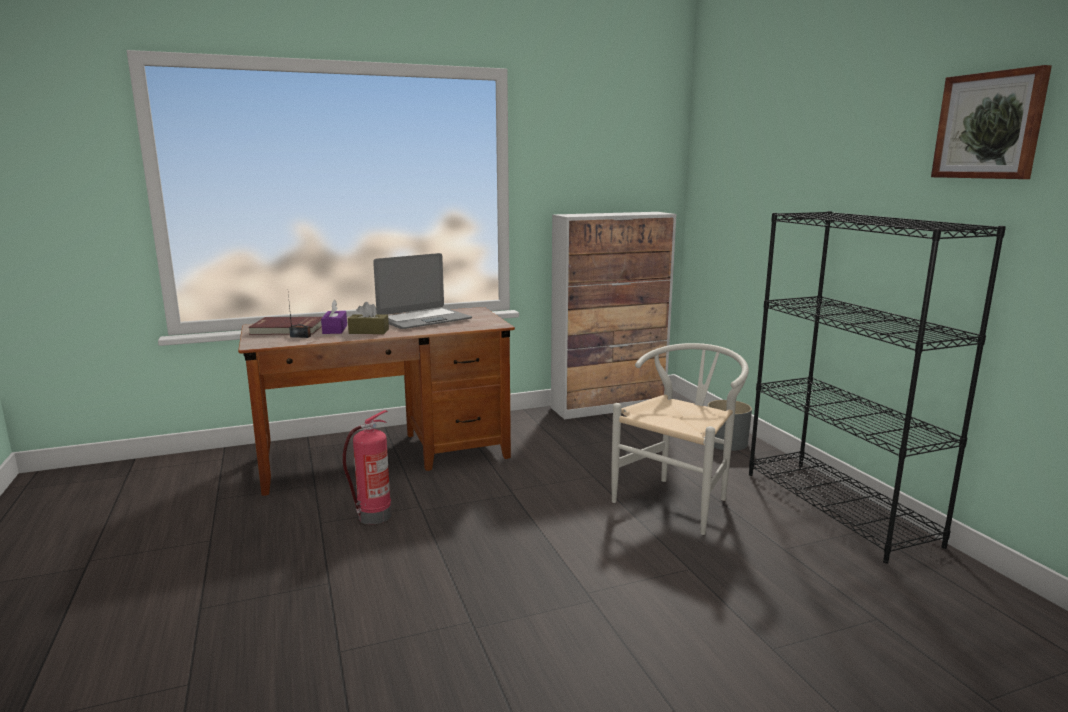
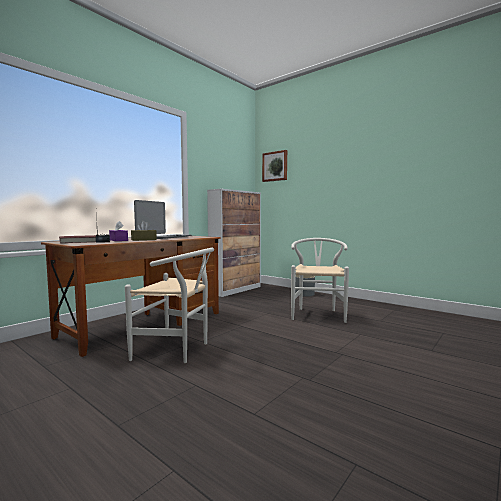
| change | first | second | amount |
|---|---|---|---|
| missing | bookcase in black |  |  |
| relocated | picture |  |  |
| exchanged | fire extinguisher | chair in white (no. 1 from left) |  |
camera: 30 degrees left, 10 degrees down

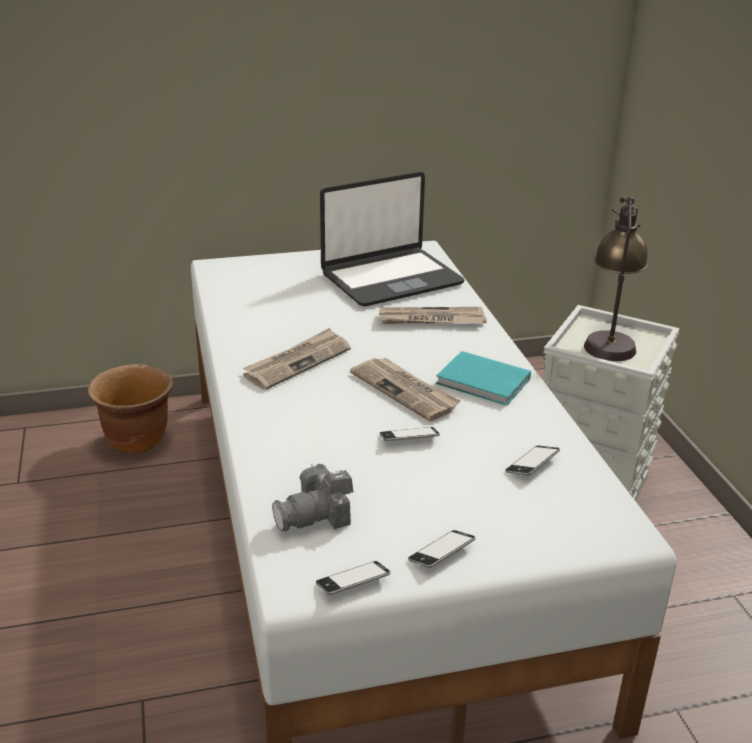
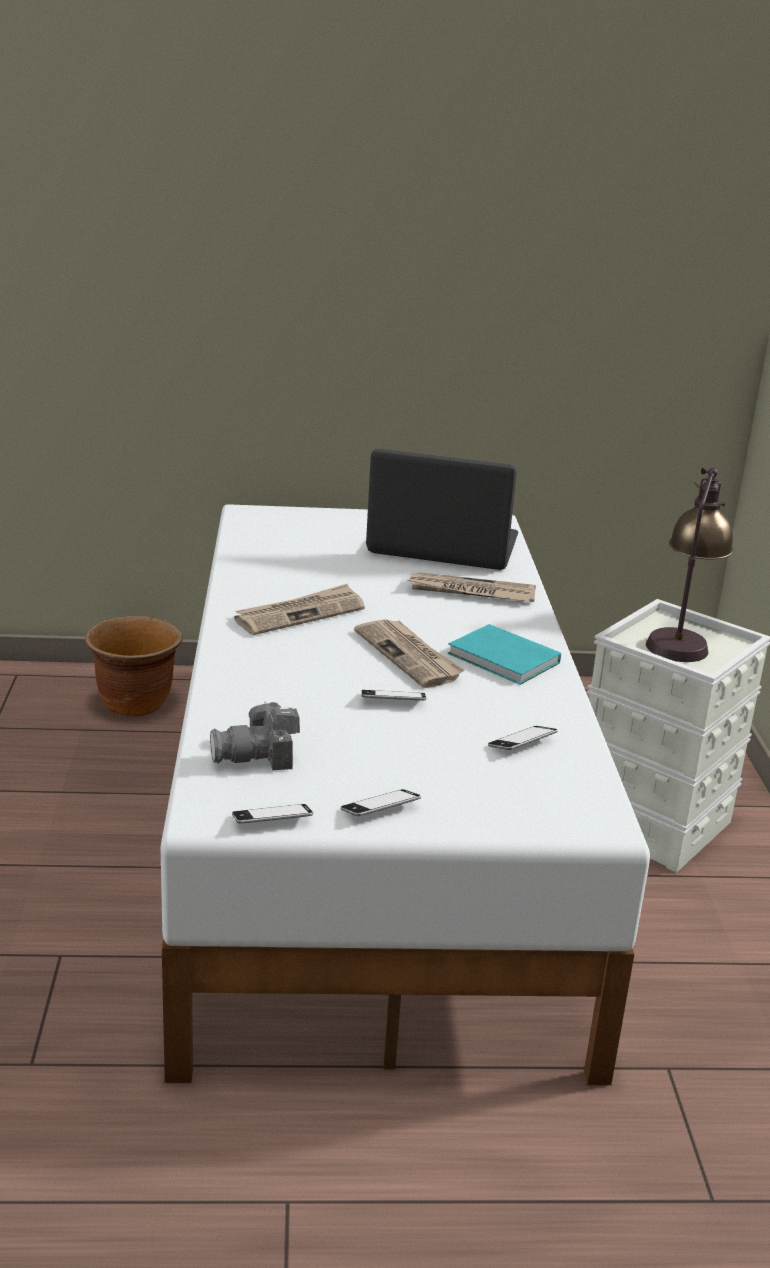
| change | first | second | amount |
|---|---|---|---|
| spun | laptop |  | 150 degrees counterclockwise |
camera: 10 degrees right, 5 degrees down

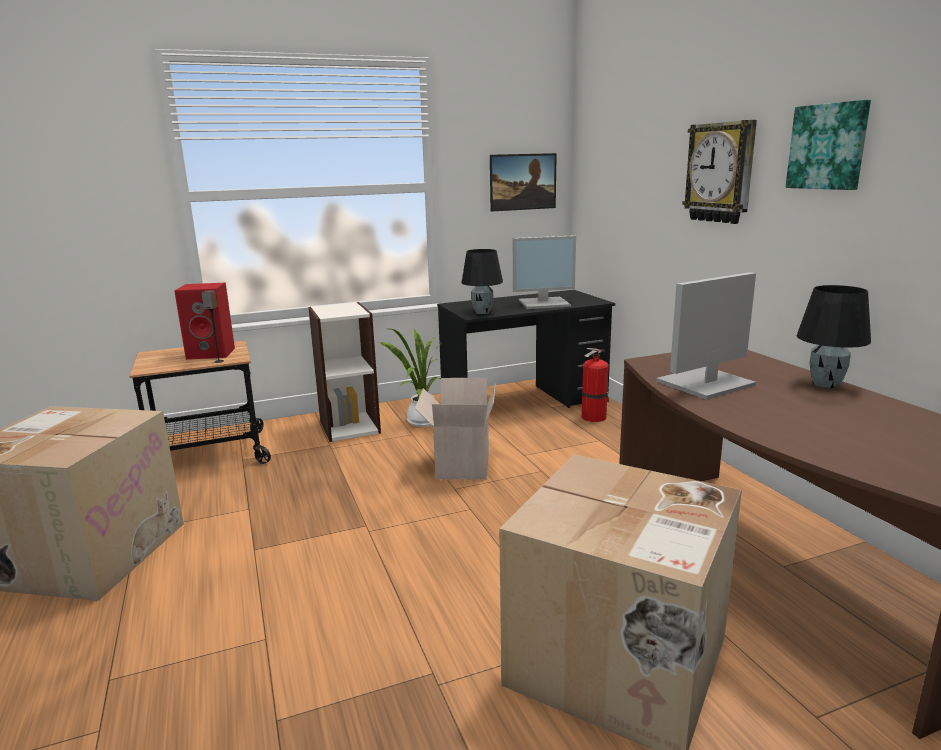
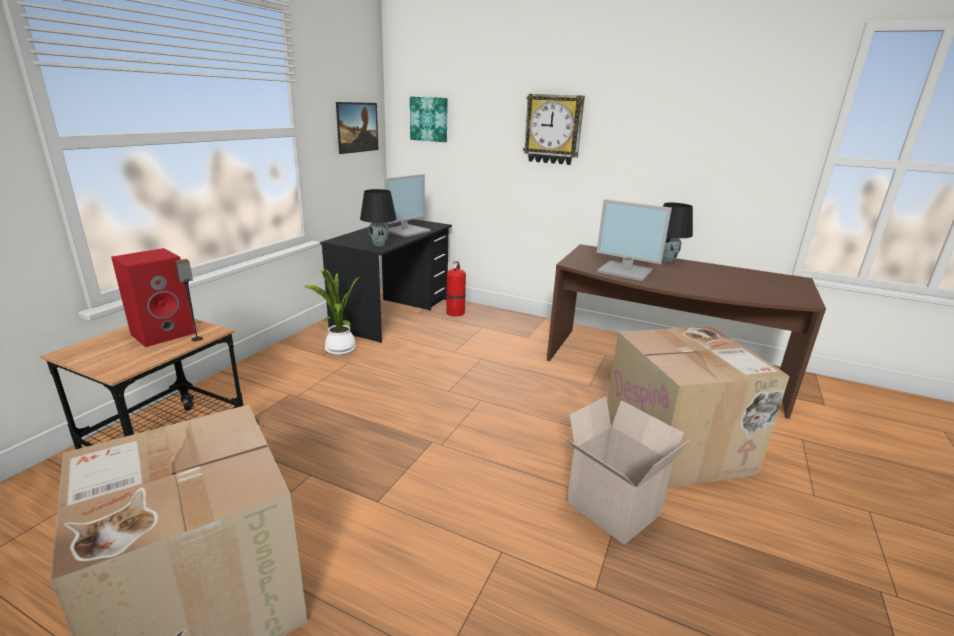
| change | first | second | amount |
|---|---|---|---|
| missing | bookcase |  |  |
| relocated | cardboard box (no. 2 from left) |  |  |
| relocated | picture (no. 2 from left) |  |  |
| spun | monitor (no. 2 from left) |  | 75 degrees counterclockwise |
camera: 45 degrees left, 5 degrees up

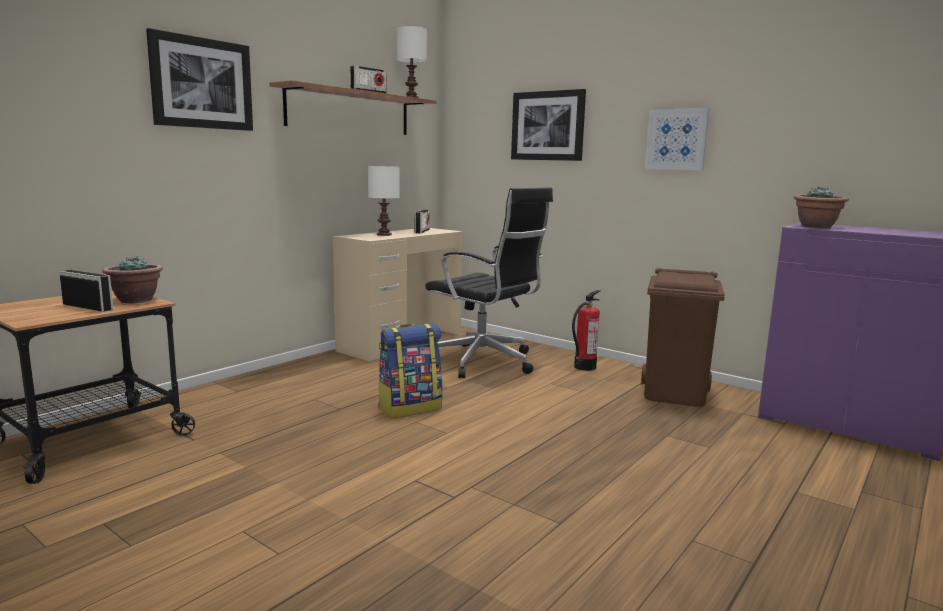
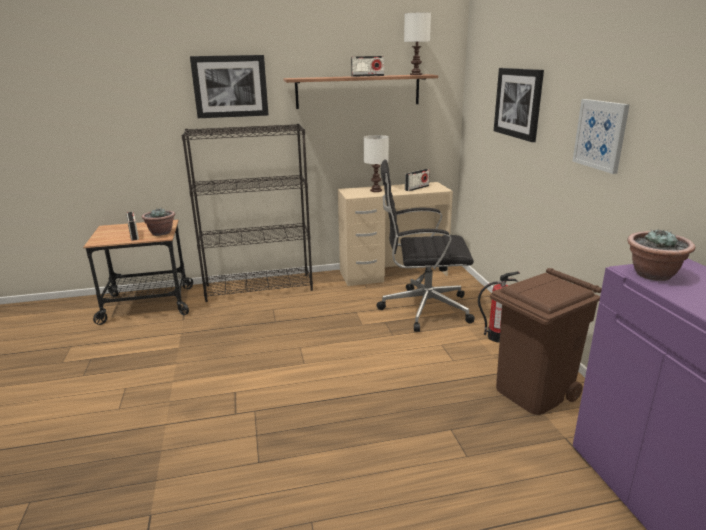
| change | first | second | amount |
|---|---|---|---|
| missing | backpack |  |  |
| appeared |  | bookcase in black |  |
| spun | office chair in black |  | 105 degrees clockwise |
camera: 40 degrees right, 10 degrees up

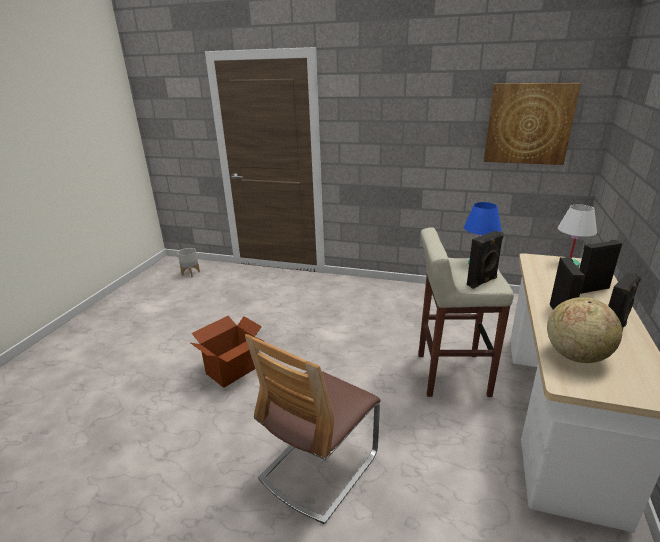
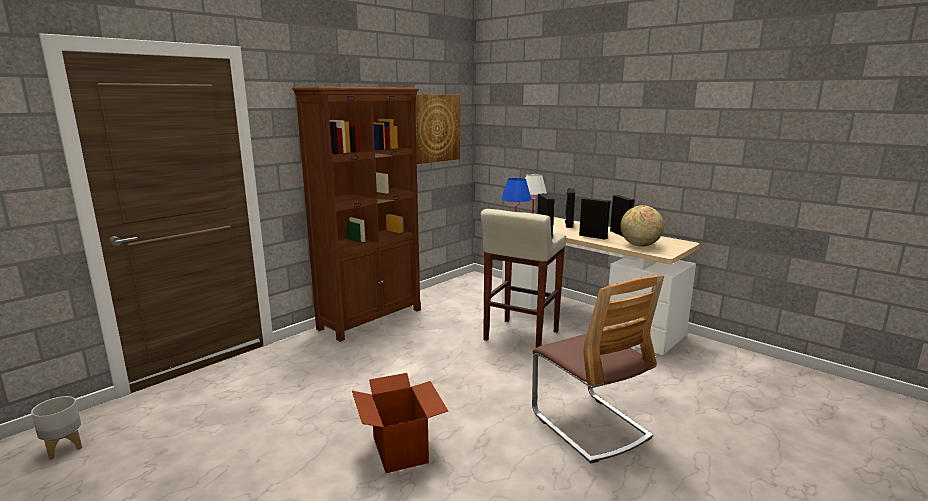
| change | first | second | amount |
|---|---|---|---|
| appeared |  | bookcase in brown |  |
camera: 65 degrees left, 10 degrees down

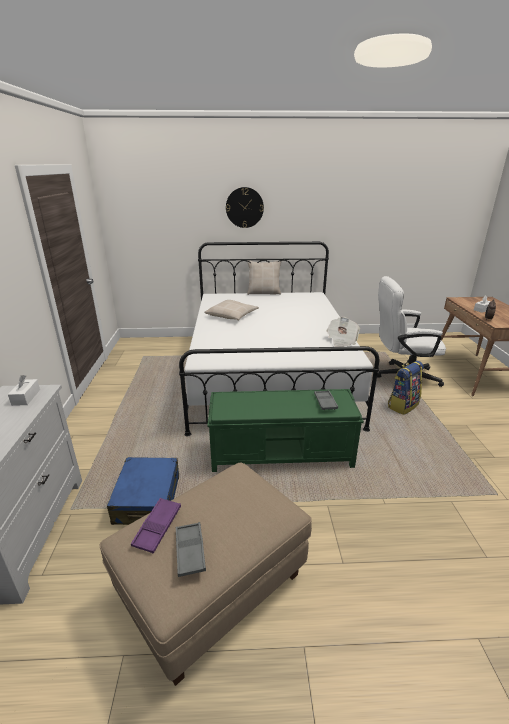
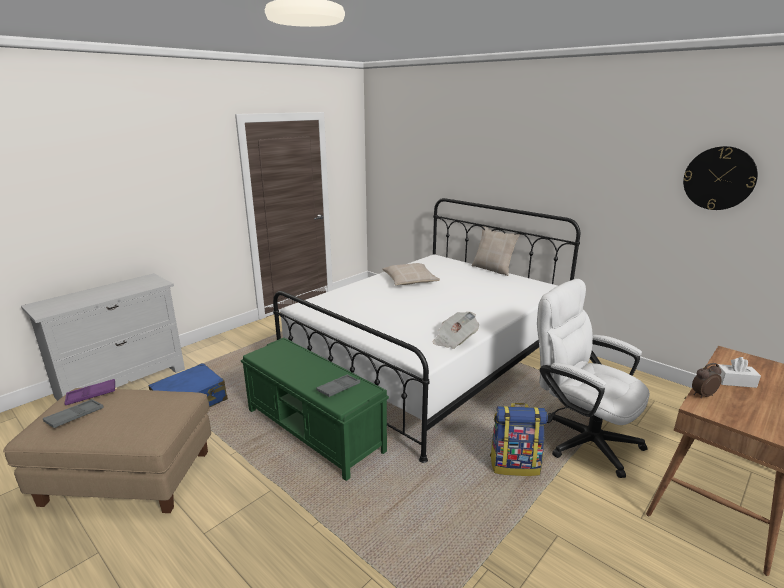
| change | first | second | amount |
|---|---|---|---|
| missing | tissue box in white (no. 1 from left) |  |  |
| relocated | wall clock |  |  |
camera: 45 degrees right, 5 degrees down

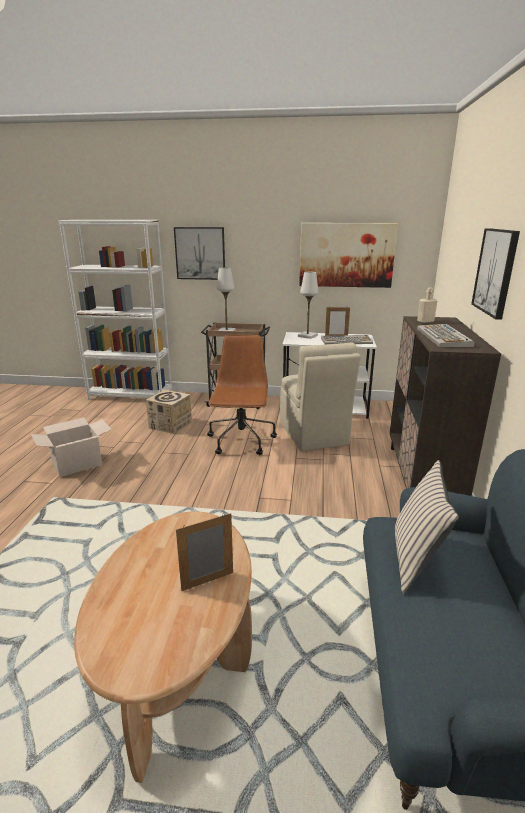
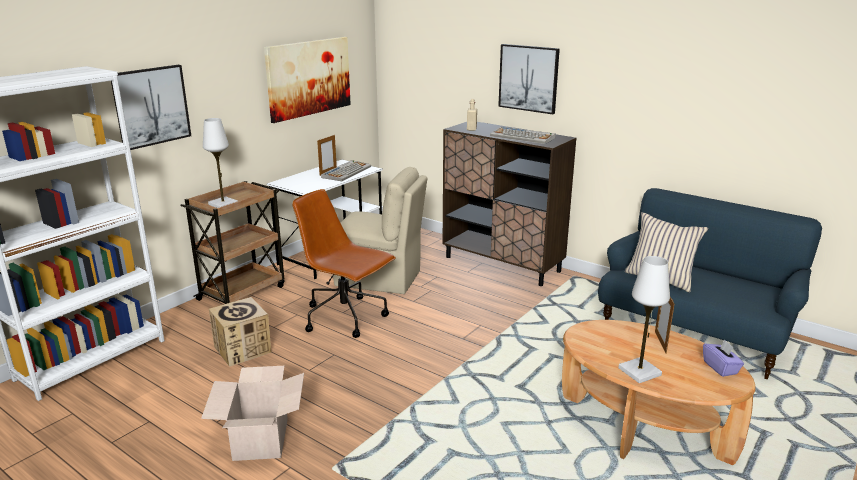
| change | first | second | amount |
|---|---|---|---|
| appeared |  | tissue box in purple |  |
| relocated | table lamp in white (no. 2 from left) |  |  |
camera: 60 degrees left, 0 degrees up

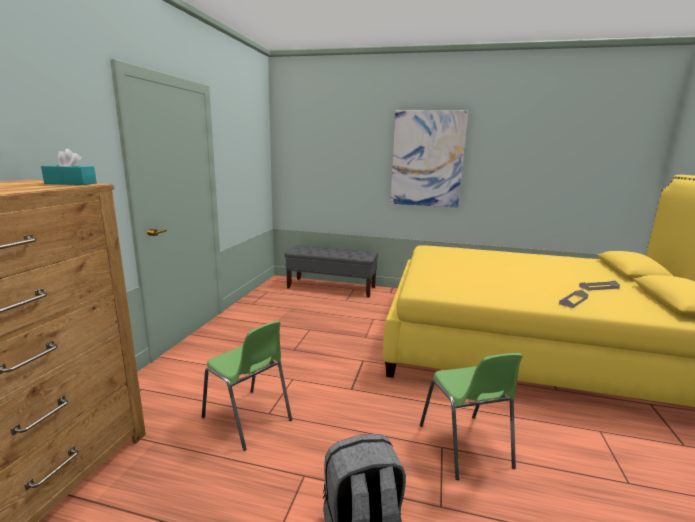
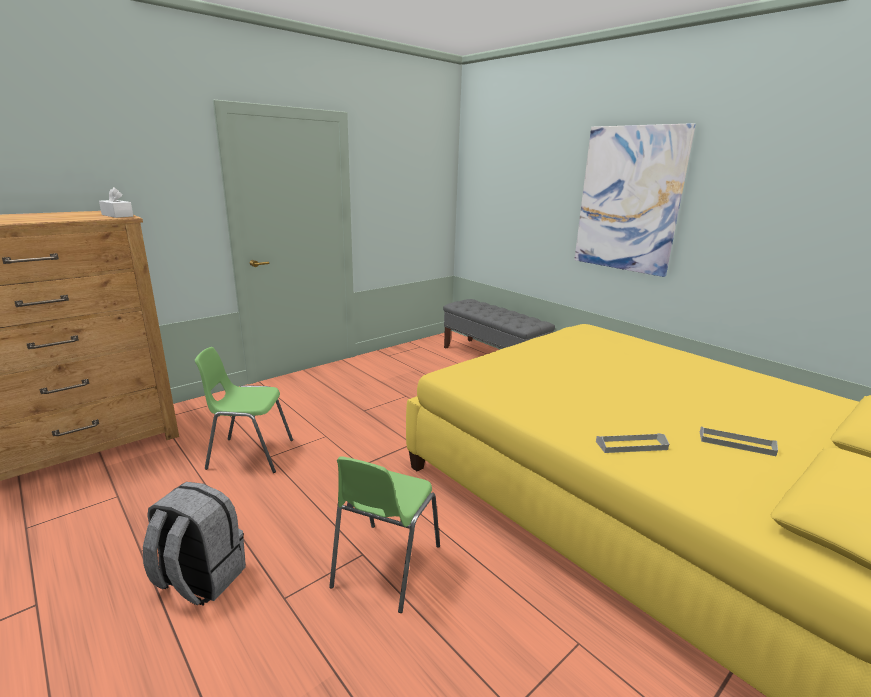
| change | first | second | amount |
|---|---|---|---|
| colour | tissue box in turquoise | tissue box in white |  |
| spun | chair in green (no. 1 from left) |  | 105 degrees clockwise |
camera: 35 degrees right, 5 degrees up

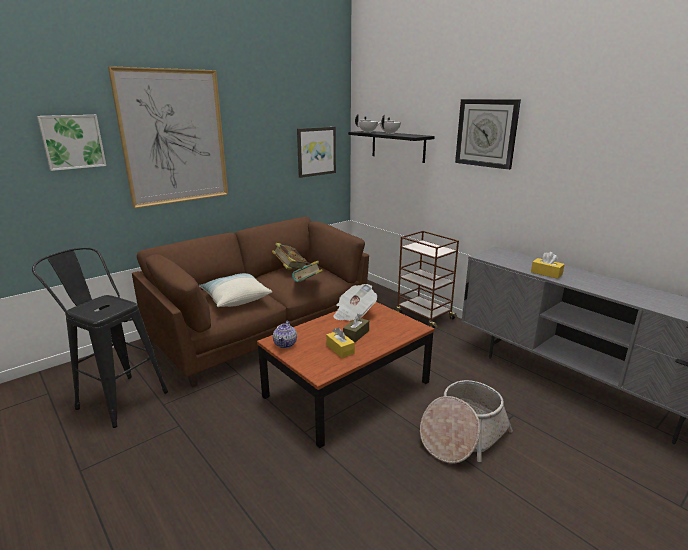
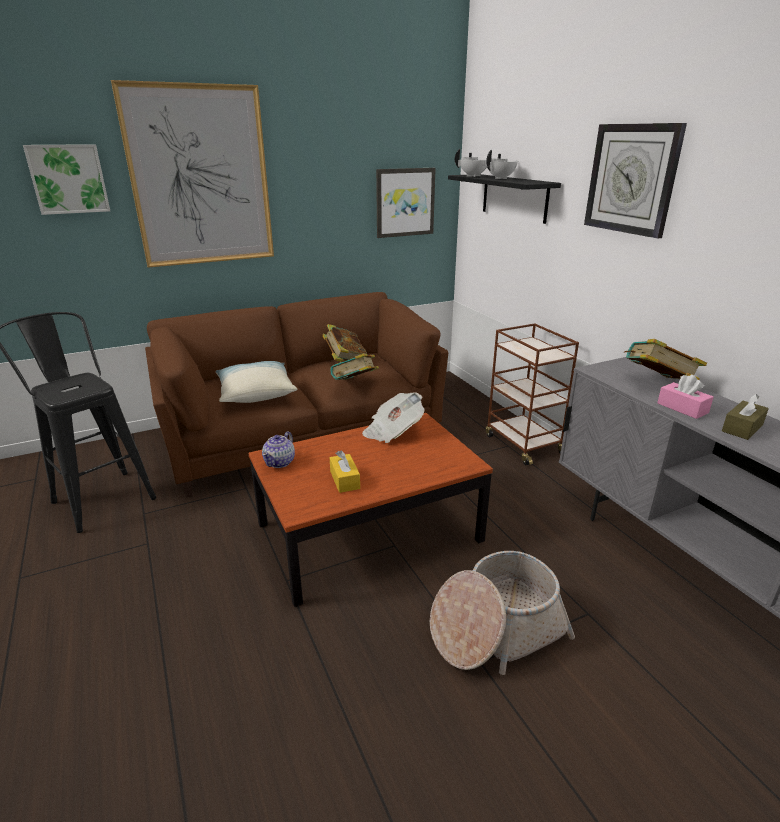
| change | first | second | amount |
|---|---|---|---|
| appeared |  | book (no. 3 from left) |  |
| relocated | tissue box in brown |  |  |
| colour | tissue box in yellow (no. 2 from left) | tissue box in pink |  |
camera: 15 degrees right, 5 degrees up

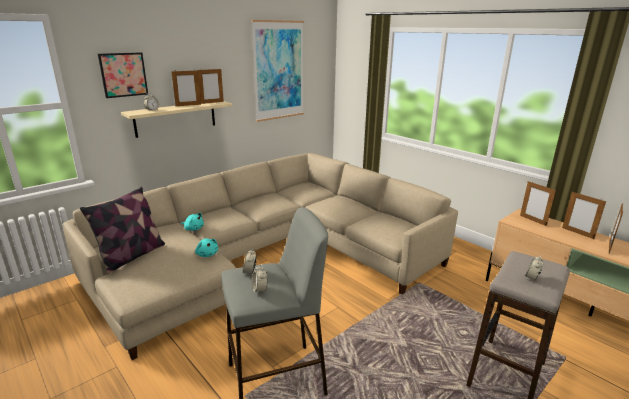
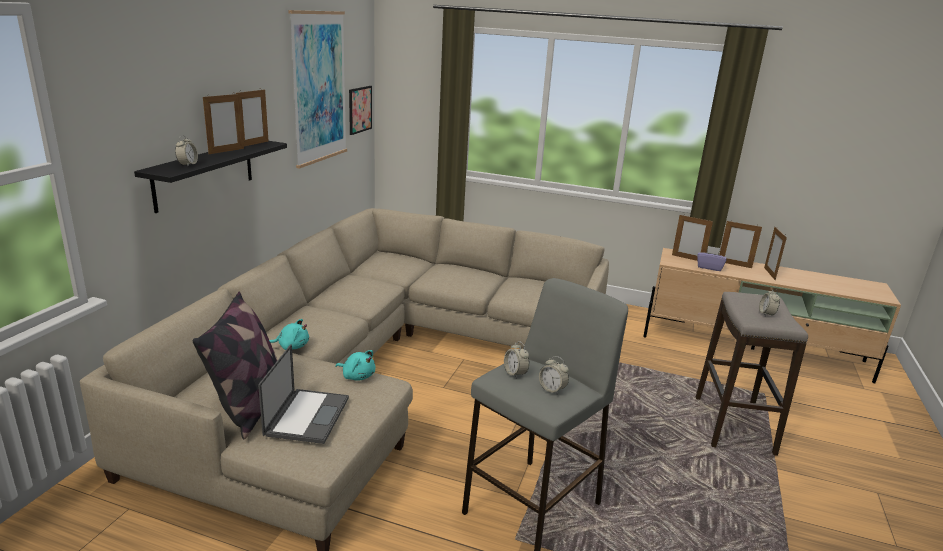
| change | first | second | amount |
|---|---|---|---|
| appeared |  | laptop |  |
| appeared |  | tissue box in purple |  |
| relocated | picture (no. 1 from left in the first image) | picture (no. 2 from left) |  |
| colour | shelf in beige | shelf in black |  |
camera: 30 degrees left, 0 degrees up

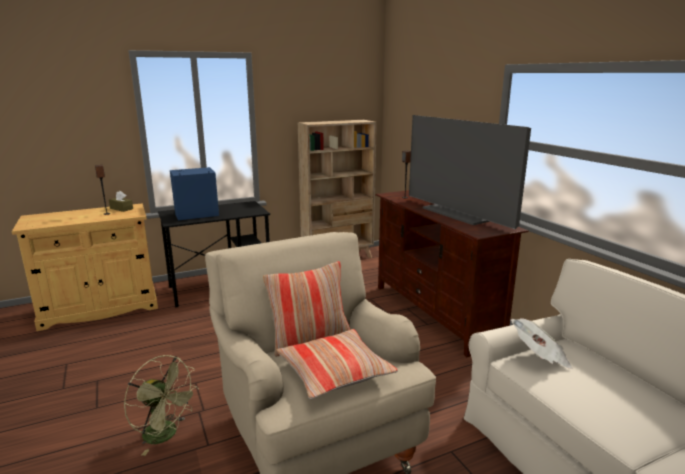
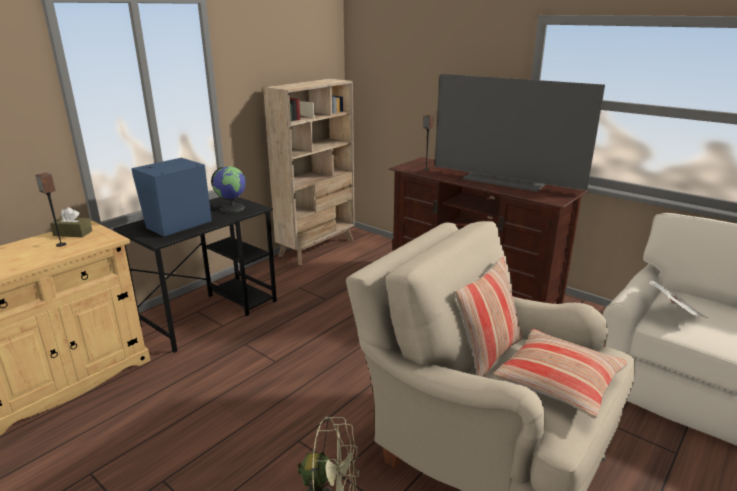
| change | first | second | amount |
|---|---|---|---|
| appeared |  | globe |  |
camera: 25 degrees left, 5 degrees up

